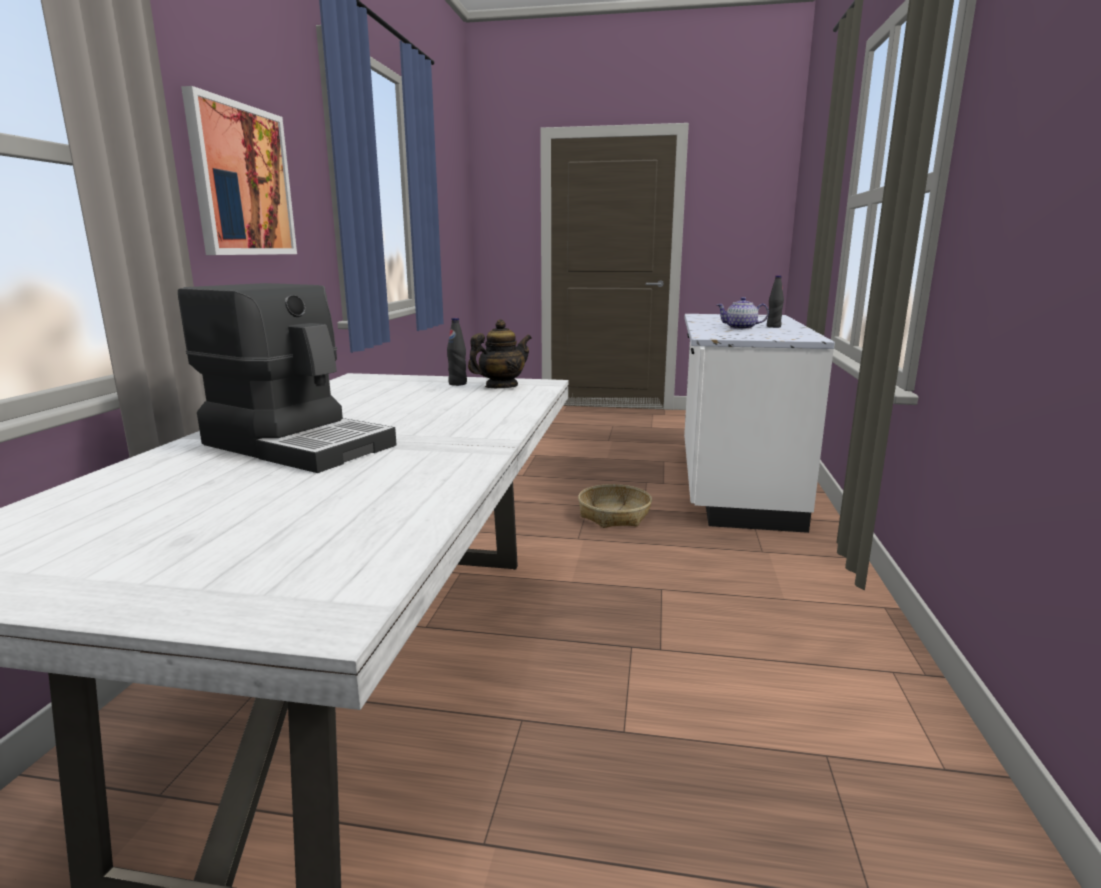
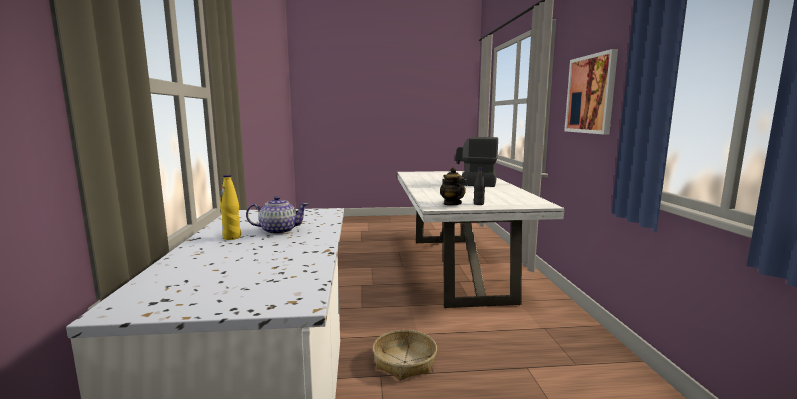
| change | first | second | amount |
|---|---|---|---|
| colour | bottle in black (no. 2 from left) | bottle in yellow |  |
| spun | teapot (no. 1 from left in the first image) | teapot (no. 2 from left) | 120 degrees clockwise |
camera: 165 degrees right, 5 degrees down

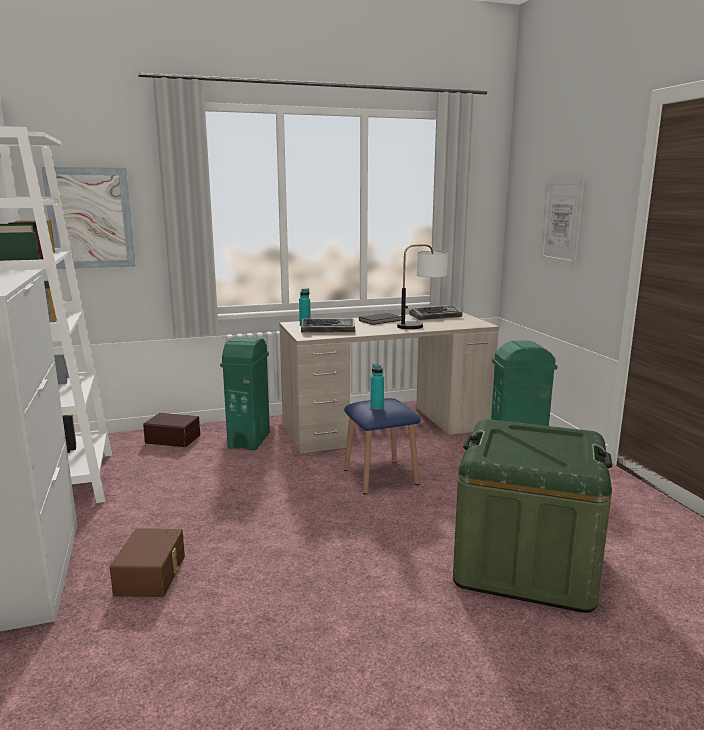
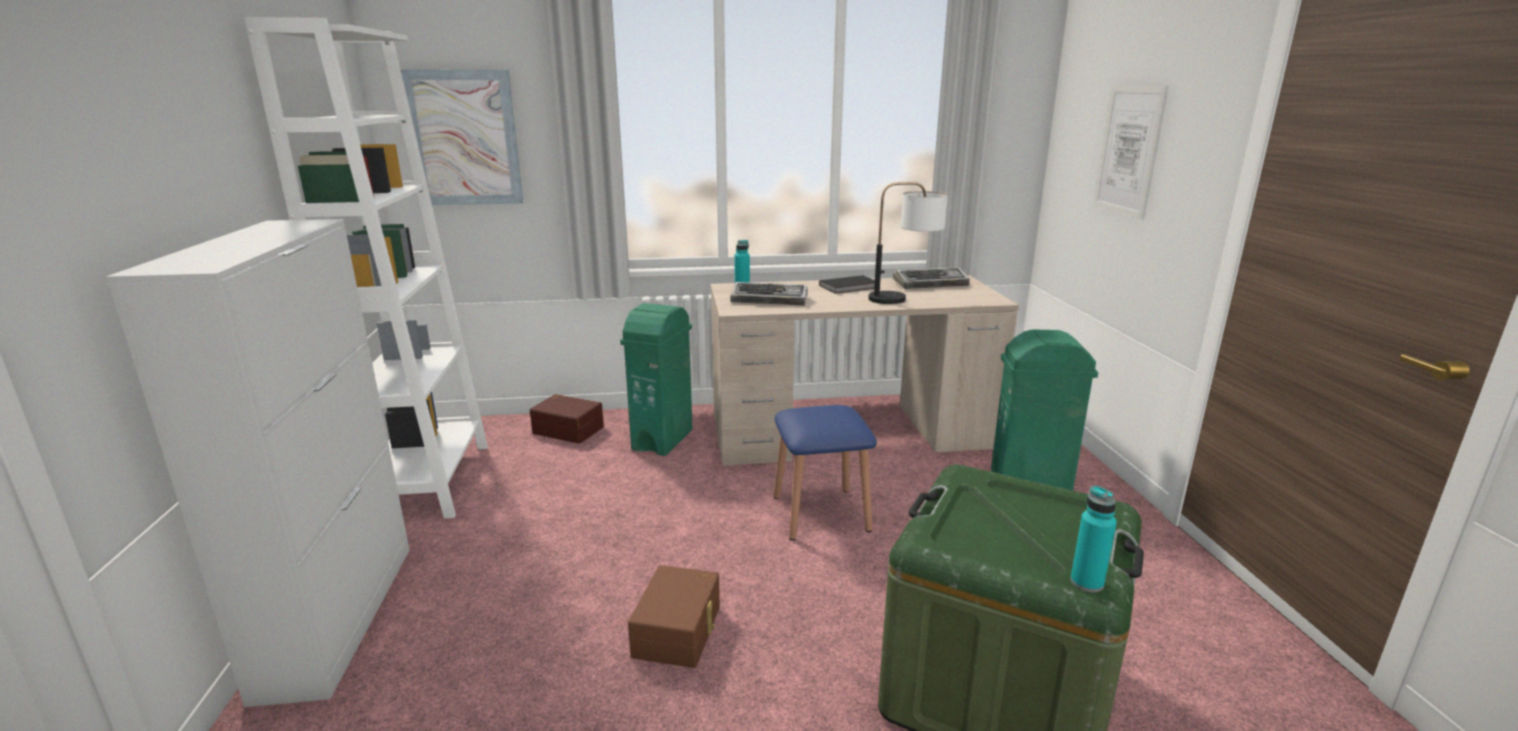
| change | first | second | amount |
|---|---|---|---|
| relocated | storage box in brown (no. 1 from left in the first image) | storage box in brown (no. 2 from left) |  |
| relocated | bottle in turquoise (no. 2 from left) |  |  |
camera: 10 degrees right, 5 degrees up

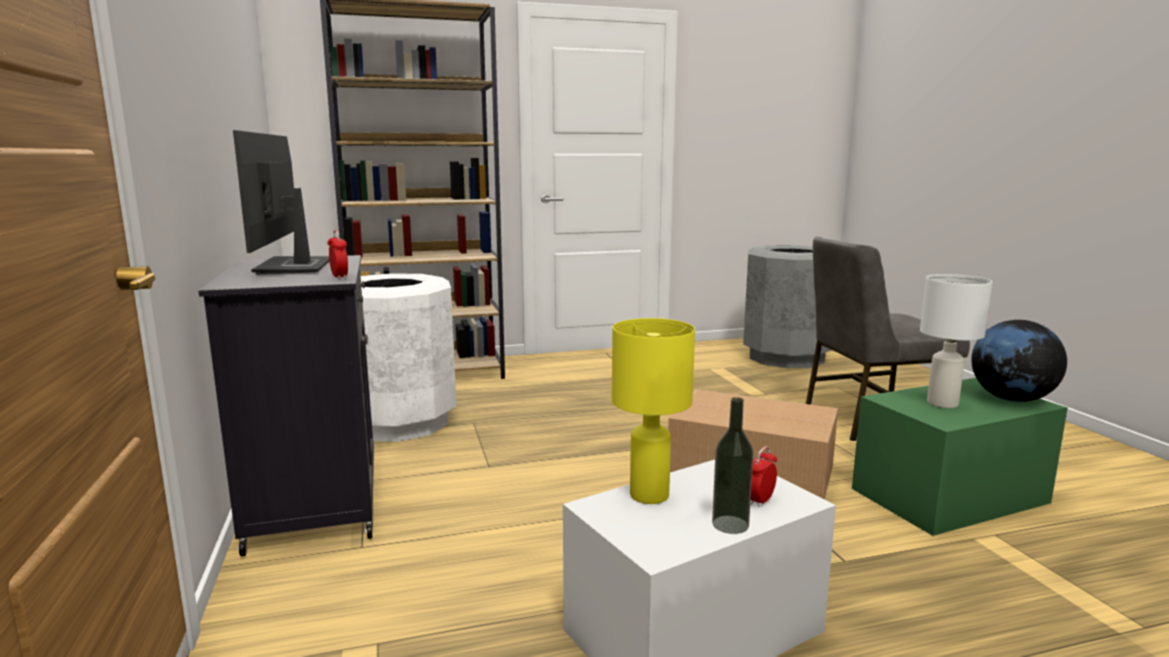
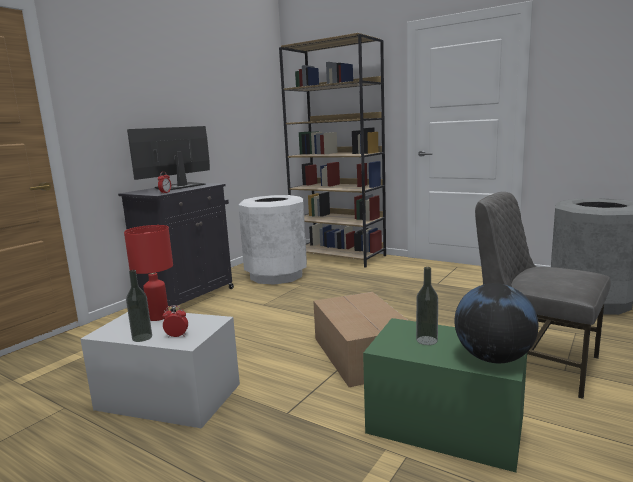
| change | first | second | amount |
|---|---|---|---|
| exchanged | table lamp in white | bottle (no. 2 from left) |  |
| colour | table lamp in yellow | table lamp in red |  |
camera: 50 degrees right, 0 degrees up

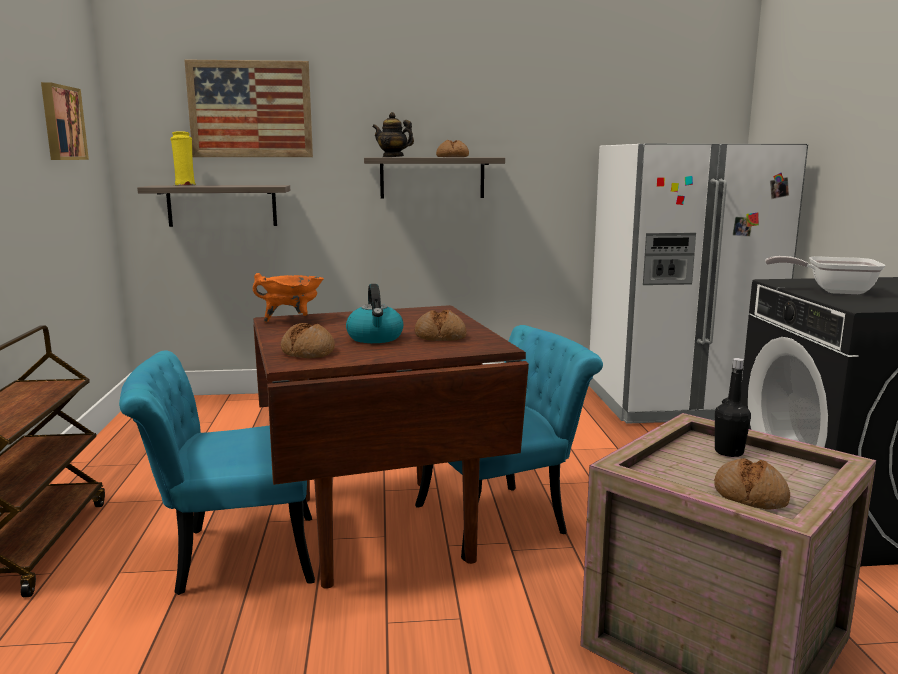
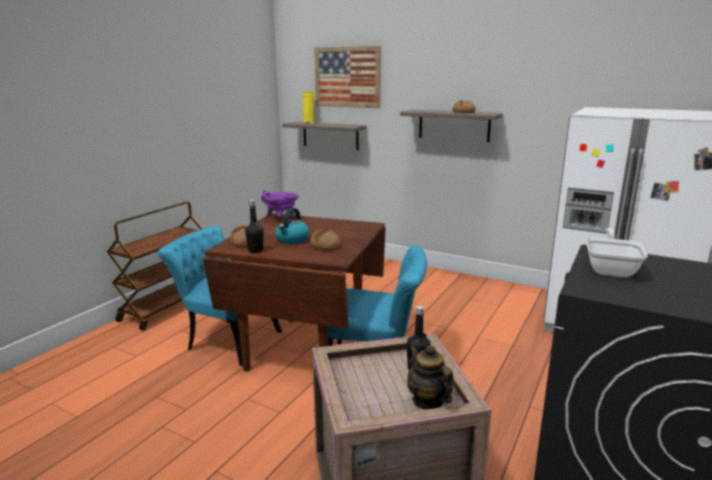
| change | first | second | amount |
|---|---|---|---|
| missing | picture (no. 1 from left) |  |  |
| missing | bread (no. 4 from left) |  |  |
| appeared |  | bottle in black (no. 1 from left) |  |
| relocated | teapot |  |  |
| colour | cooking pot in orange | cooking pot in purple |  |
| spun | frying pan |  | 60 degrees clockwise |
camera: 35 degrees right, 5 degrees up

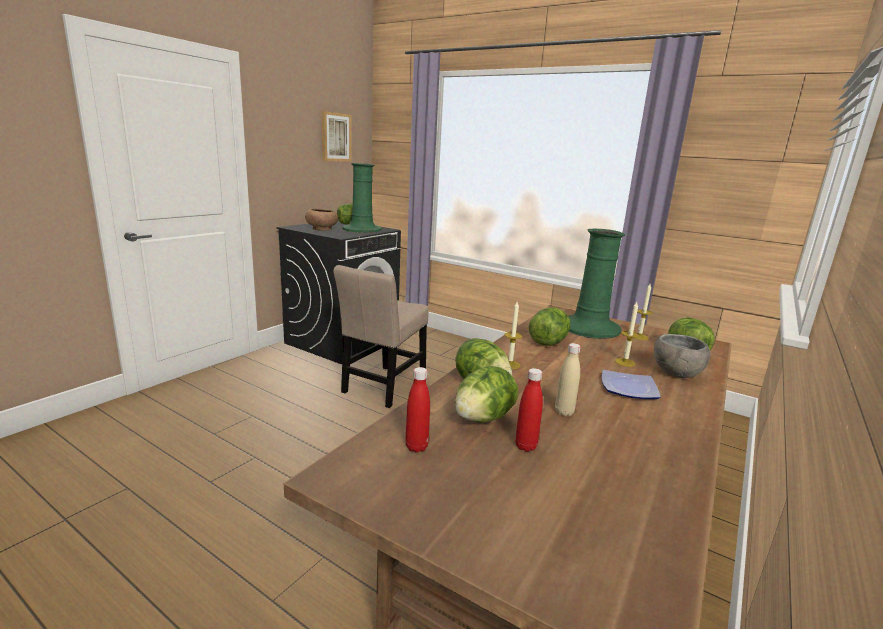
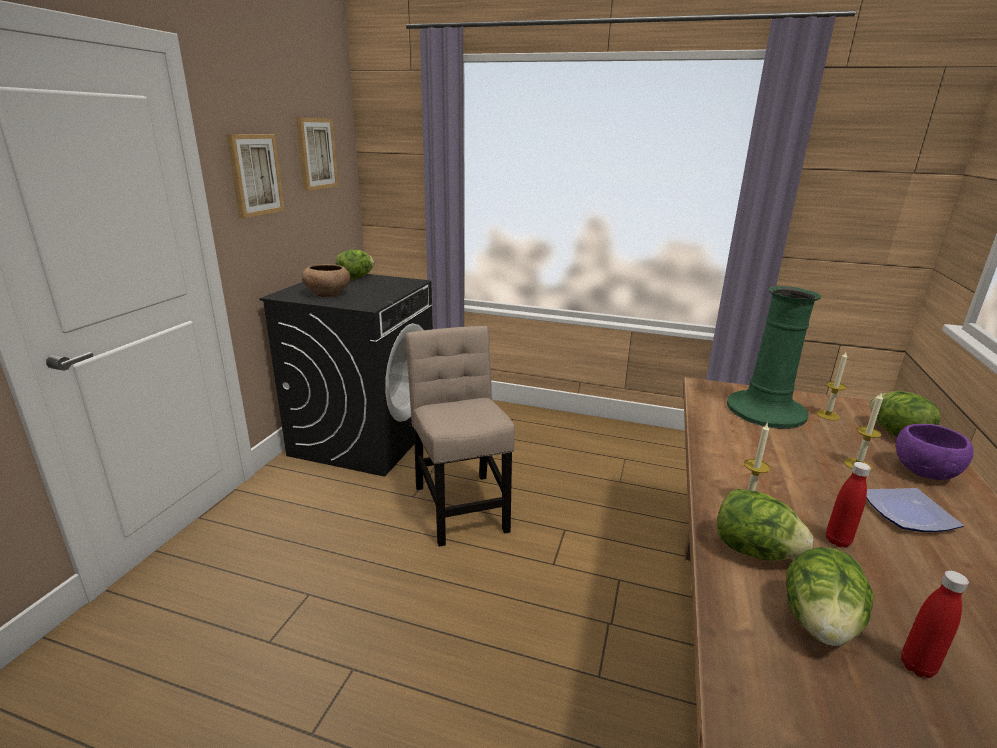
| change | first | second | amount |
|---|---|---|---|
| missing | vase in green (no. 1 from left) |  |  |
| missing | lettuce (no. 4 from left) |  |  |
| missing | bottle in beige |  |  |
| appeared |  | picture (no. 1 from left) |  |
| relocated | bottle in red (no. 1 from left) |  |  |
| colour | bowl in grey | bowl in purple |  |
| spun | chair in beige |  | 150 degrees clockwise |
camera: 15 degrees left, 5 degrees up

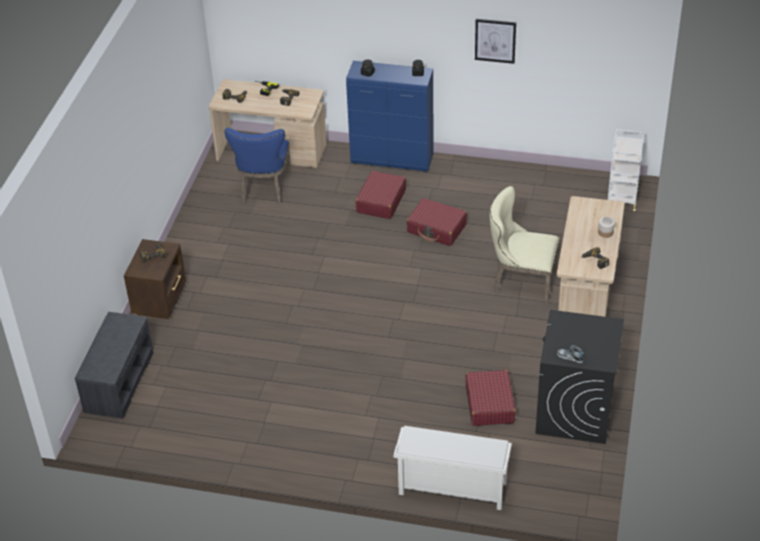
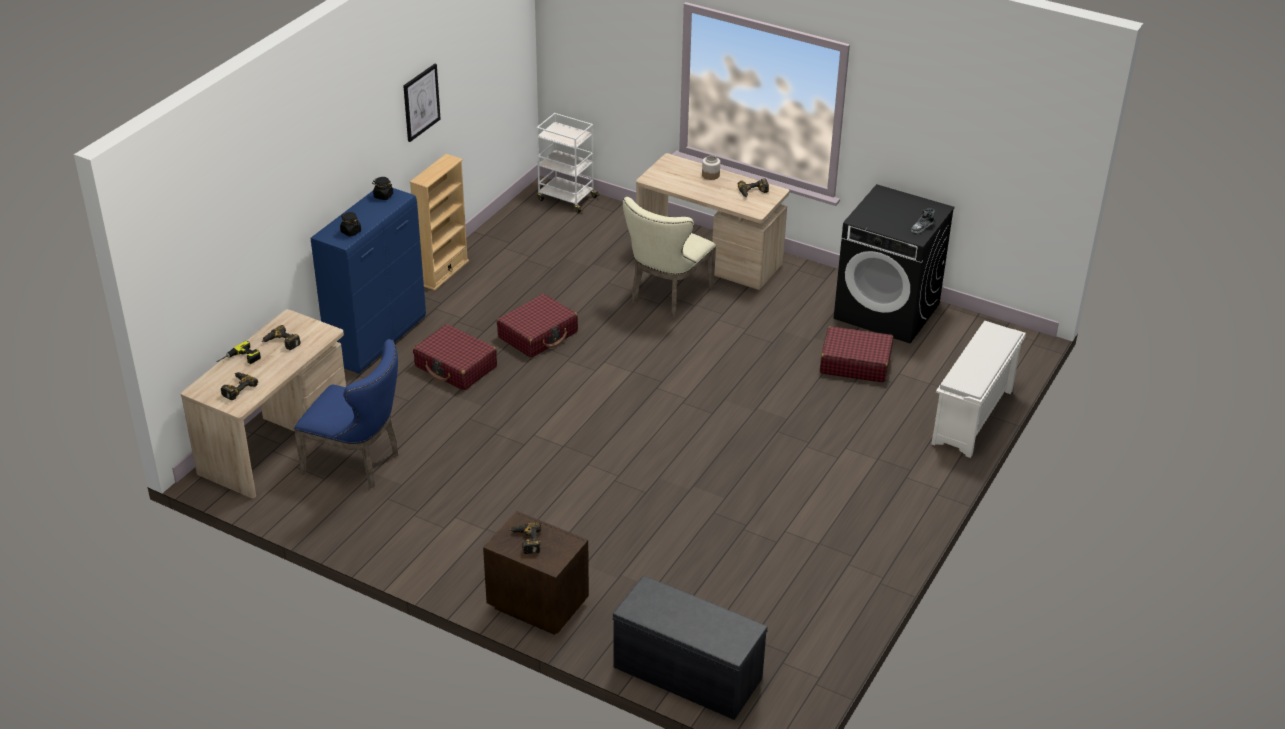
| change | first | second | amount |
|---|---|---|---|
| appeared |  | bookcase in beige |  |
camera: 75 degrees left, 5 degrees down

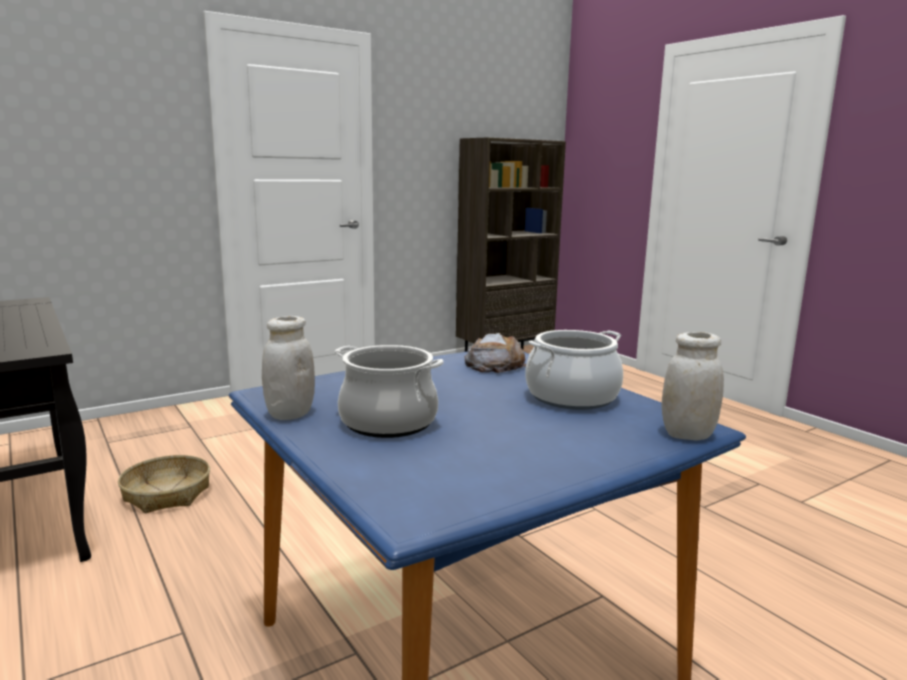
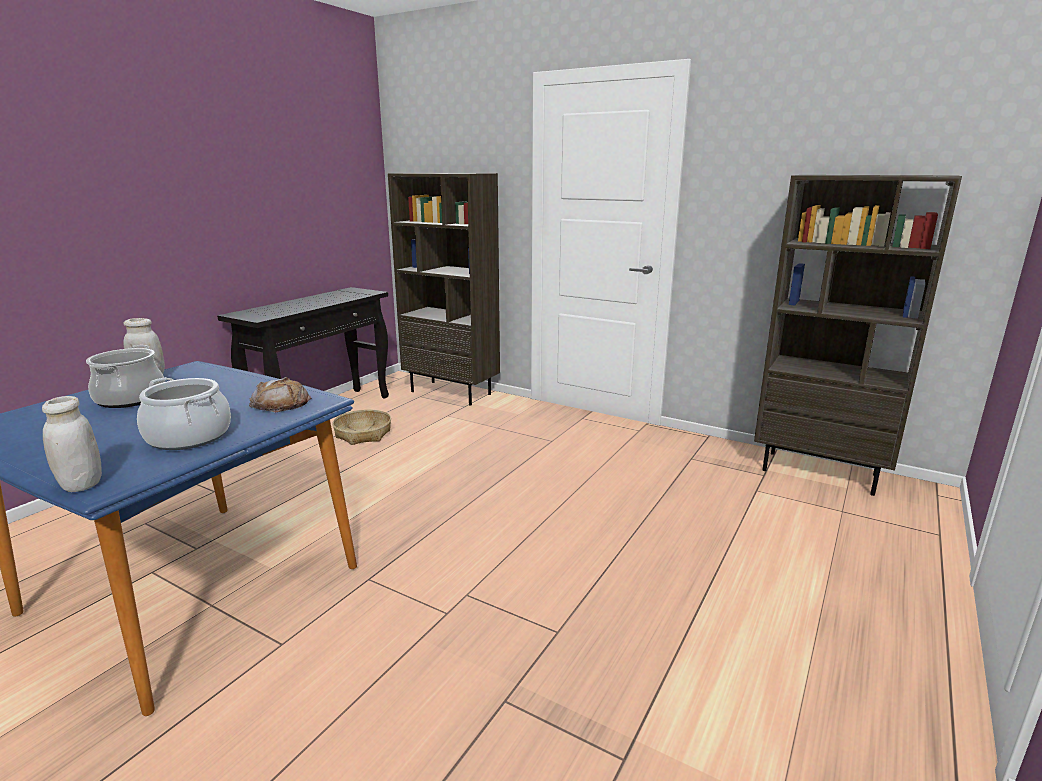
| change | first | second | amount |
|---|---|---|---|
| appeared |  | bookcase in brown (no. 1 from left) |  |
camera: 65 degrees right, 5 degrees up

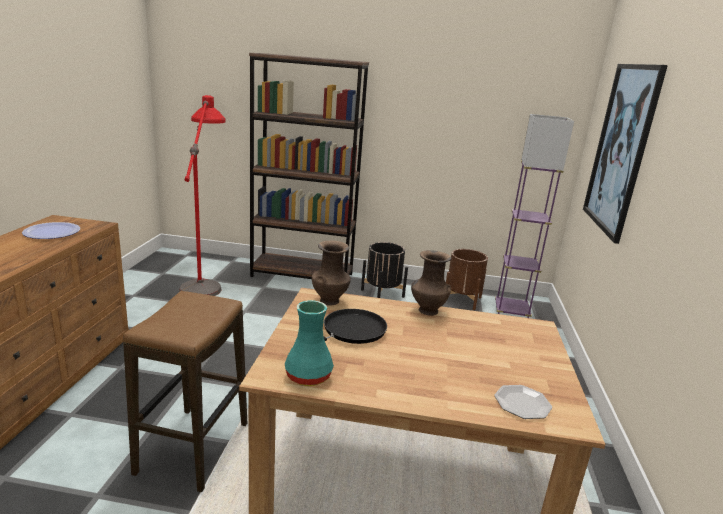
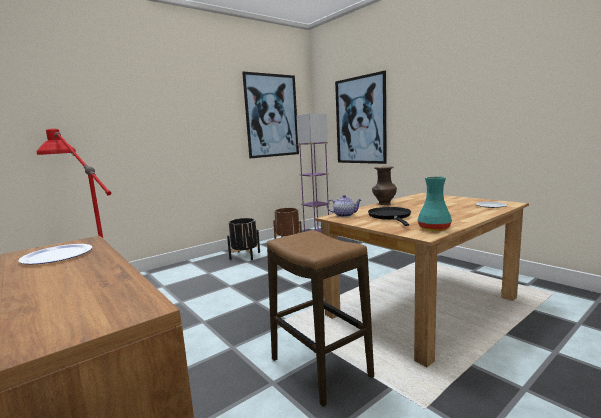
| change | first | second | amount |
|---|---|---|---|
| missing | bookcase in brown |  |  |
| appeared |  | picture (no. 1 from left) |  |
| exchanged | vase in brown (no. 1 from left) | teapot |  |
camera: 45 degrees left, 10 degrees down

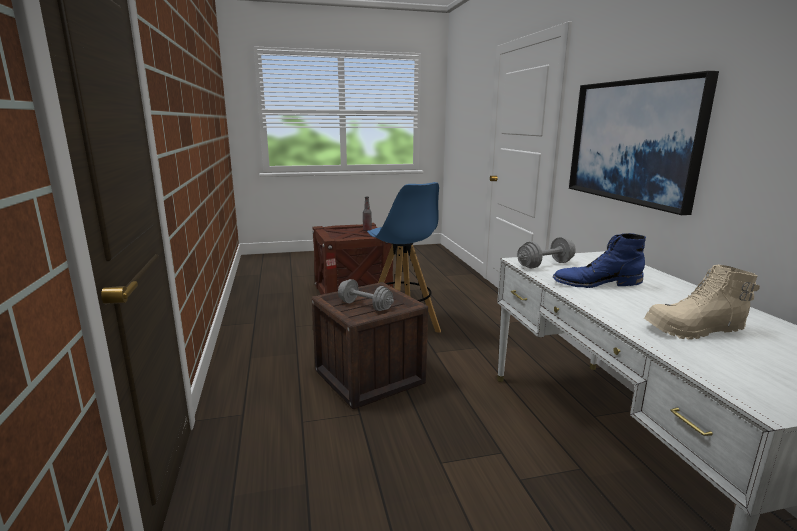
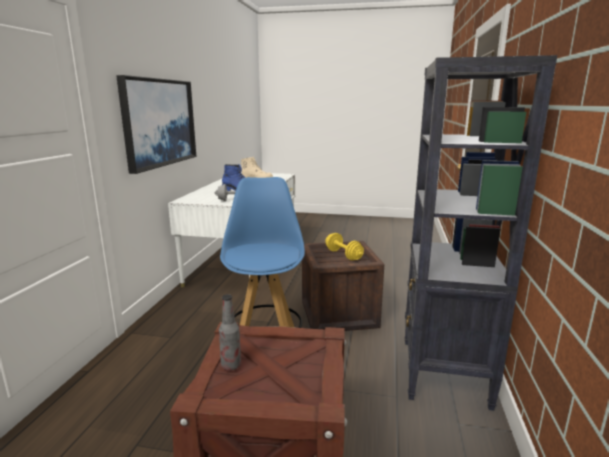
| change | first | second | amount |
|---|---|---|---|
| appeared |  | bookcase in black |  |
| colour | dumbbell in grey (no. 1 from left) | dumbbell in yellow |  |
camera: 155 degrees left, 0 degrees up

